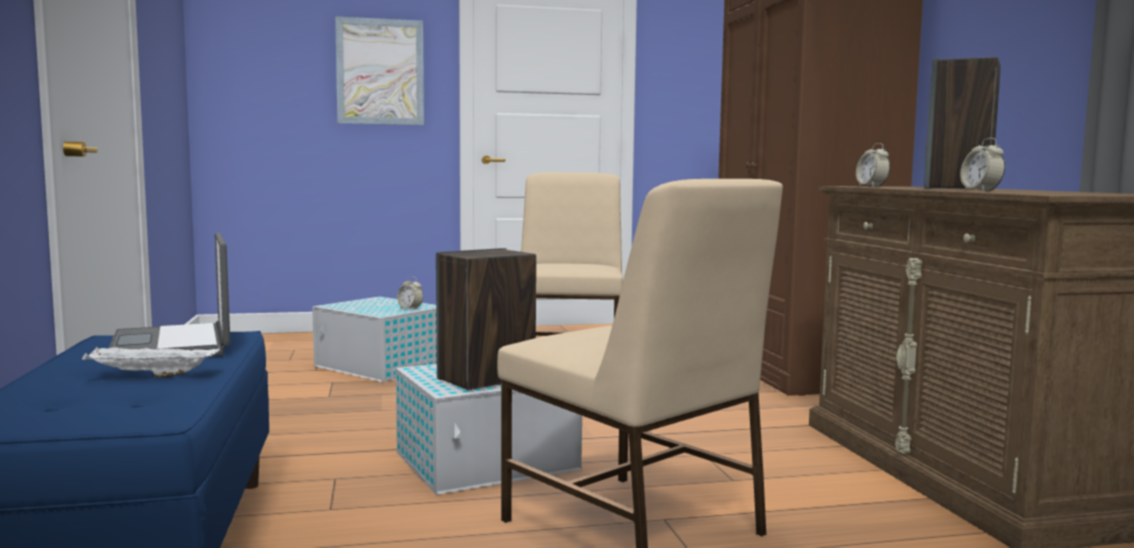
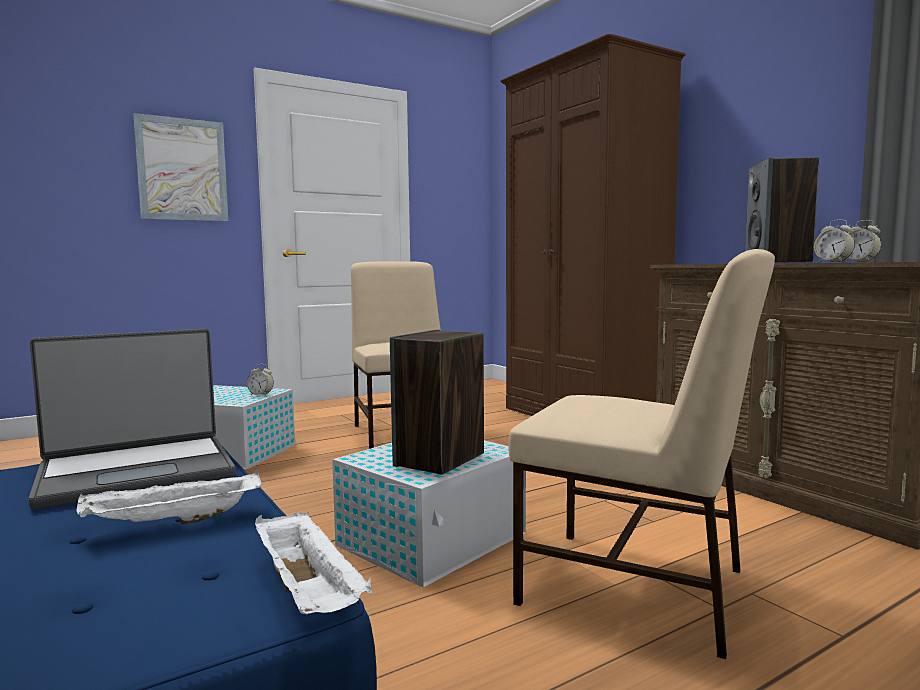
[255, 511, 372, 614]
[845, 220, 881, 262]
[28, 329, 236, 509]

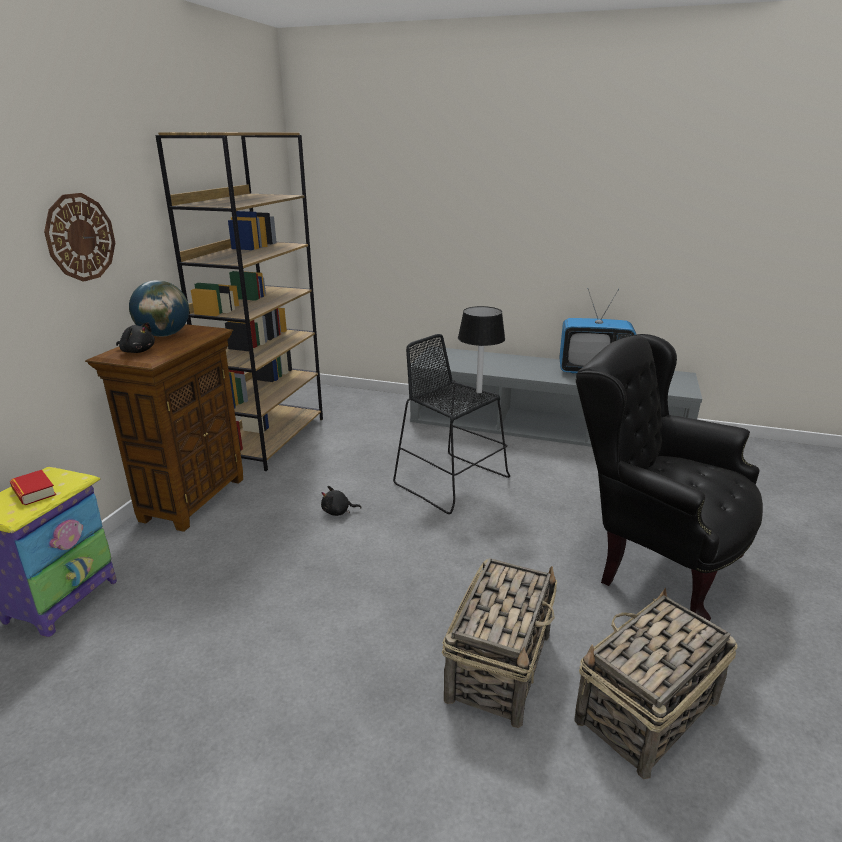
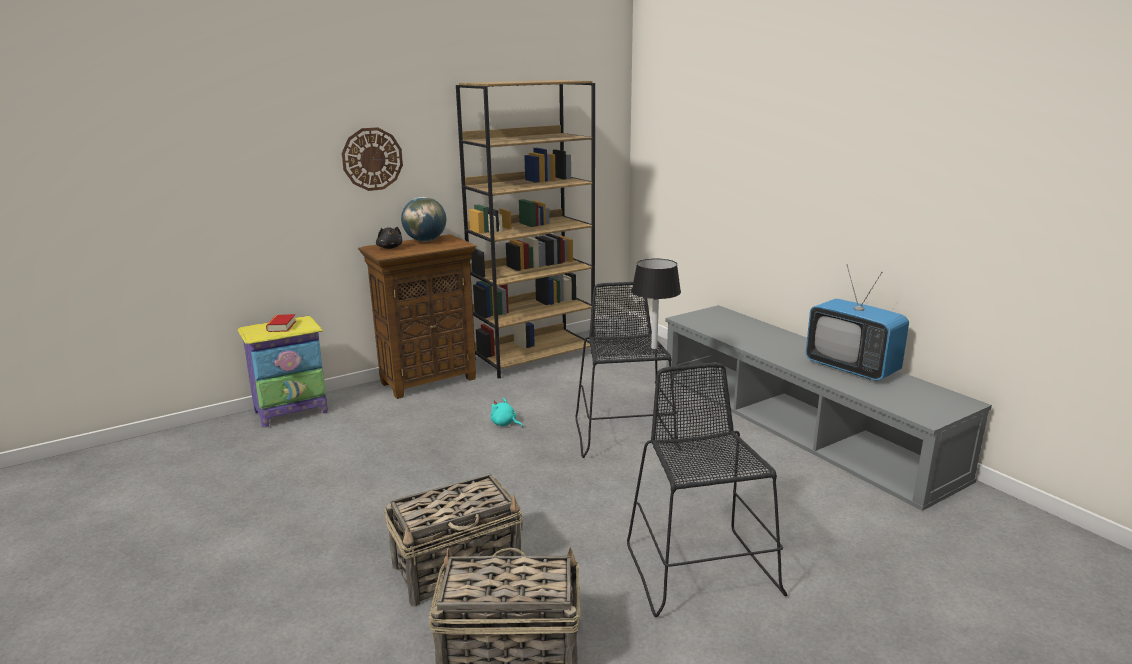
[627, 363, 787, 617]
[490, 398, 523, 427]

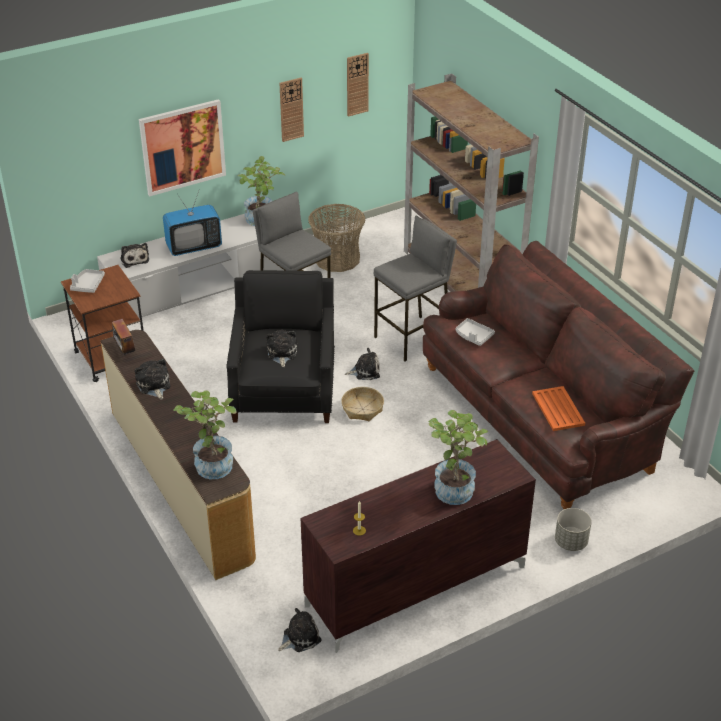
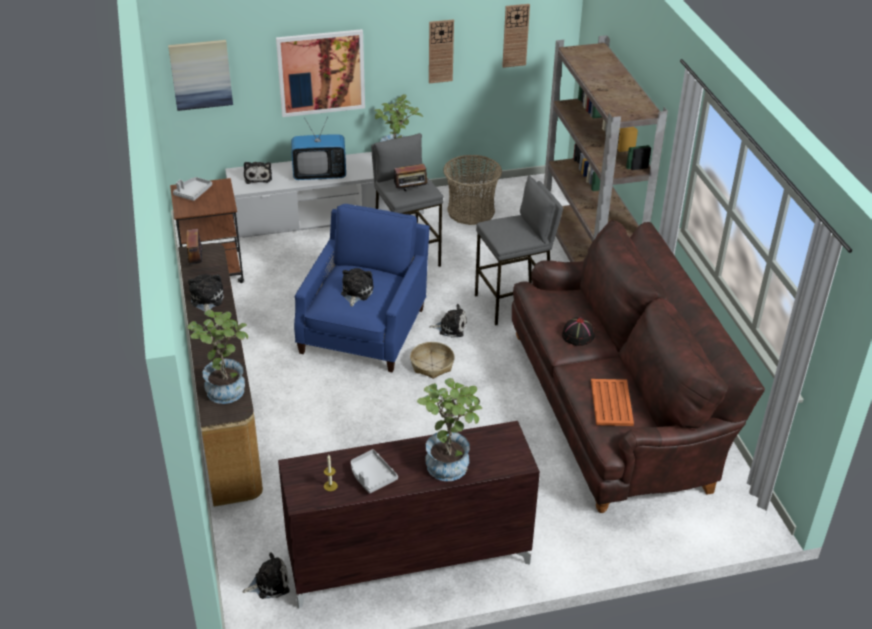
[555, 508, 592, 551] (first image)
[168, 40, 233, 111]
[394, 164, 429, 191]
[562, 317, 595, 346]
[351, 449, 398, 493]
[294, 204, 430, 373]

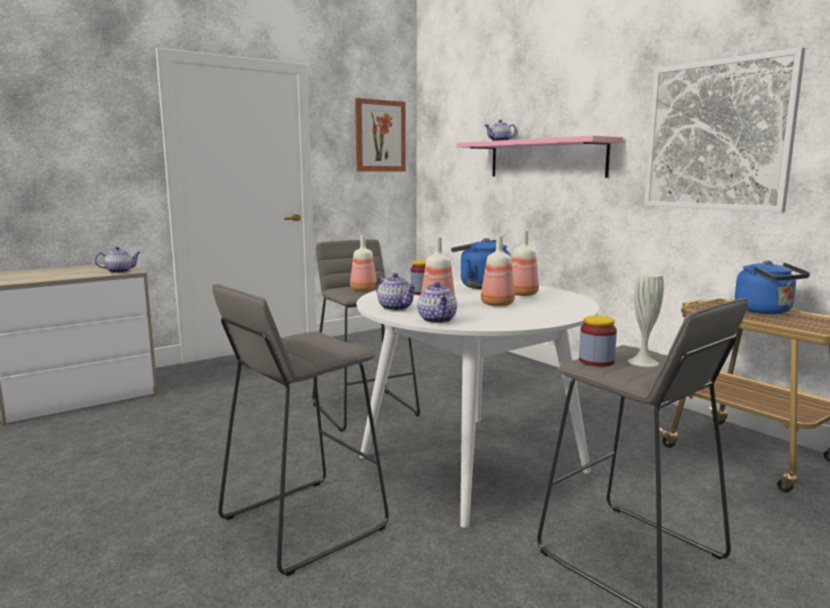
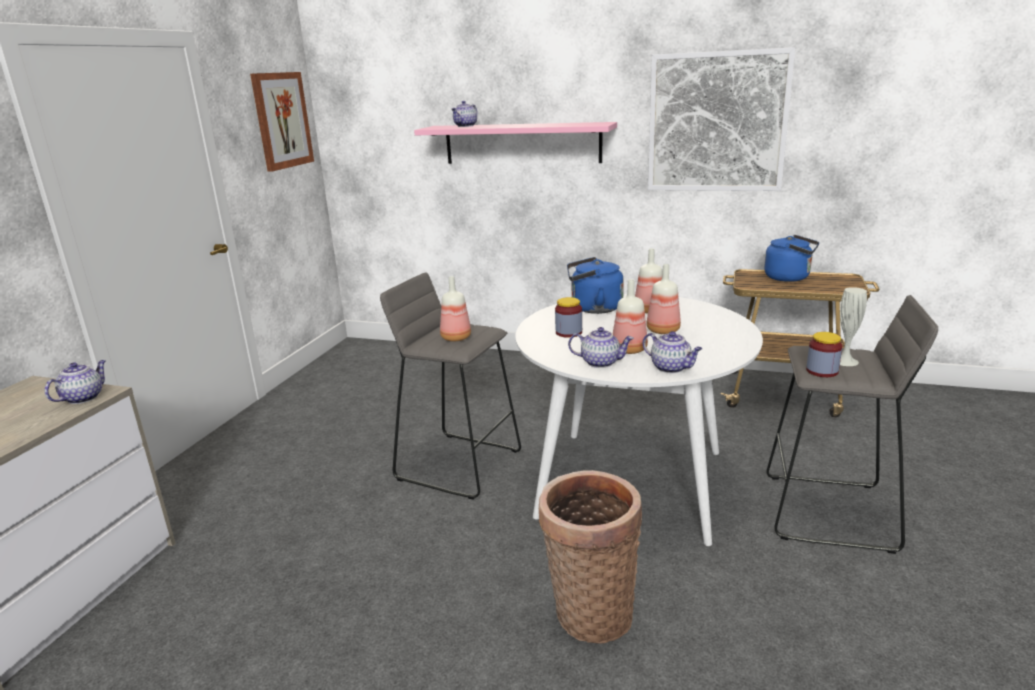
[539, 470, 642, 644]

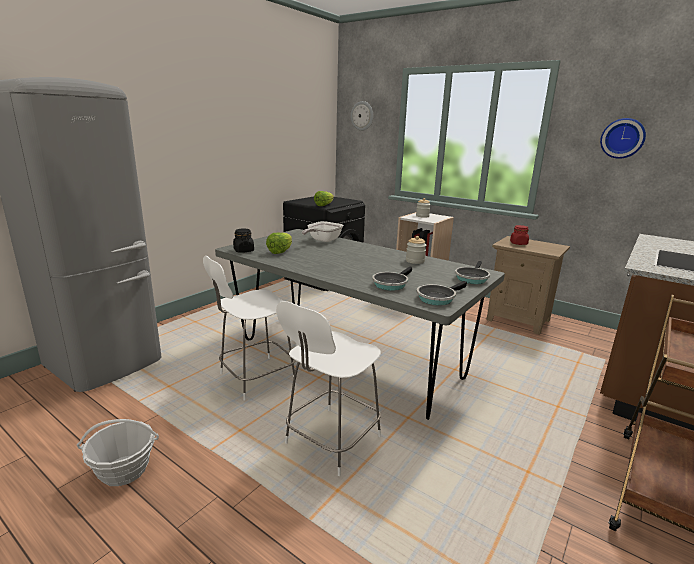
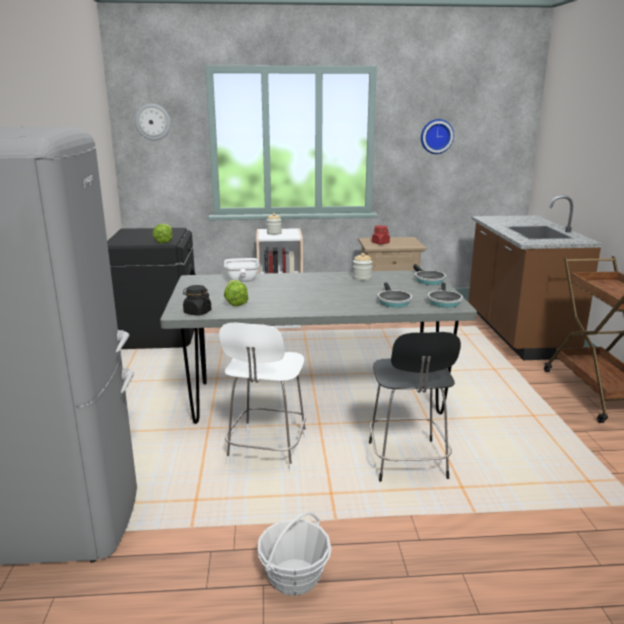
[369, 332, 461, 482]

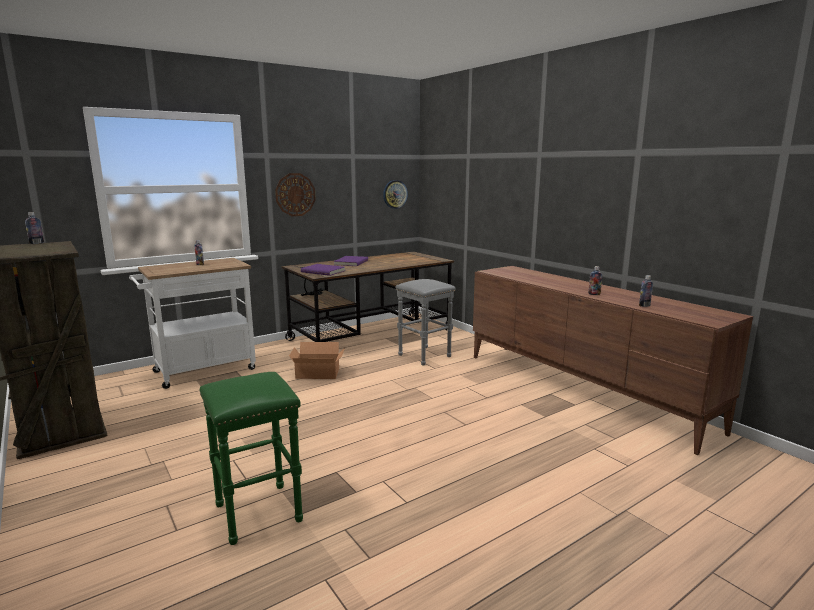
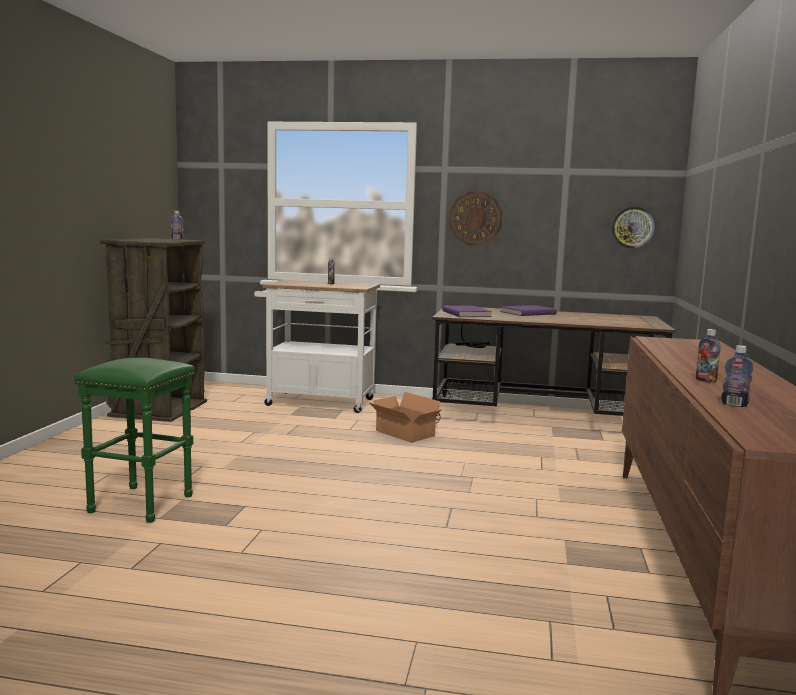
[395, 279, 455, 366] (first image)

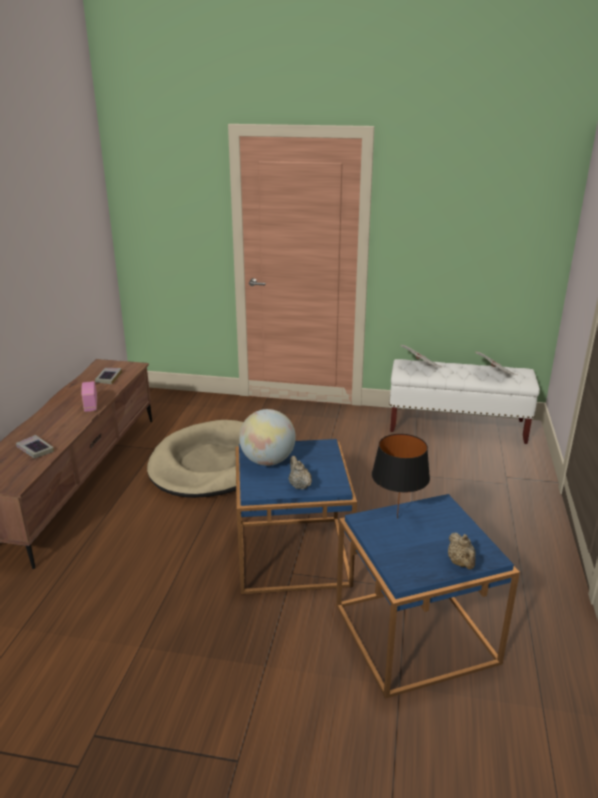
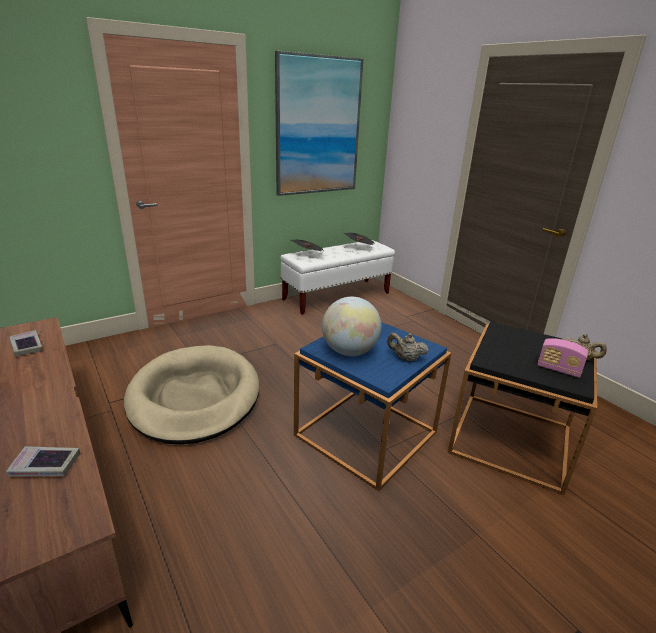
[372, 434, 430, 519] (first image)
[275, 51, 363, 196]
[537, 338, 588, 378]
[448, 322, 597, 495]

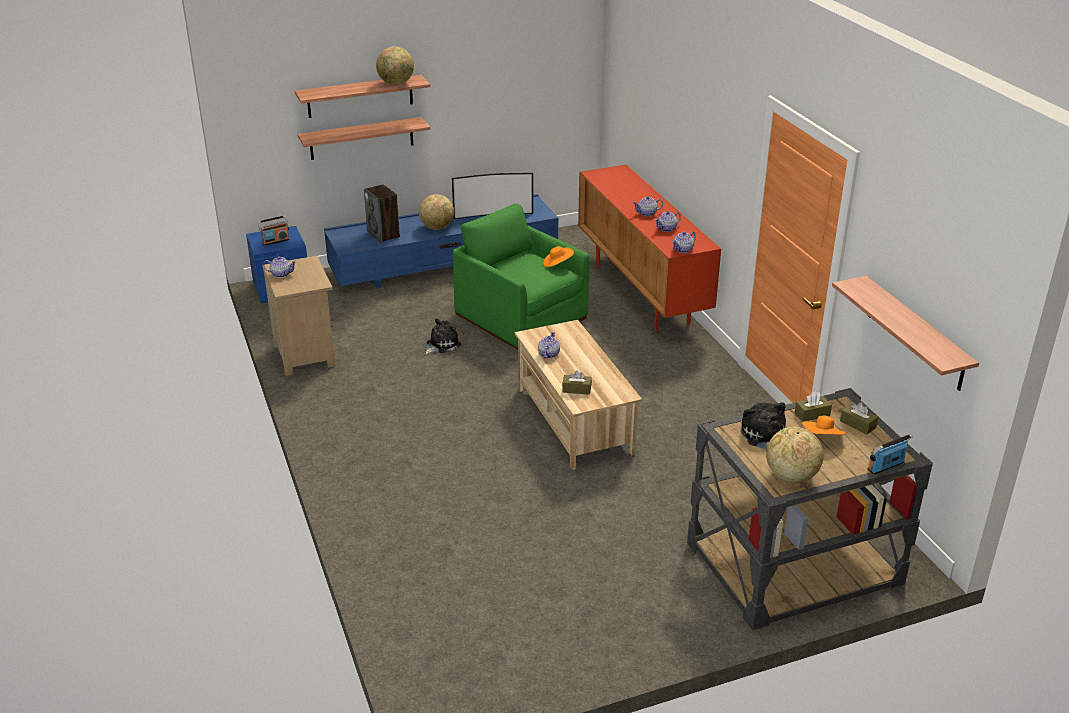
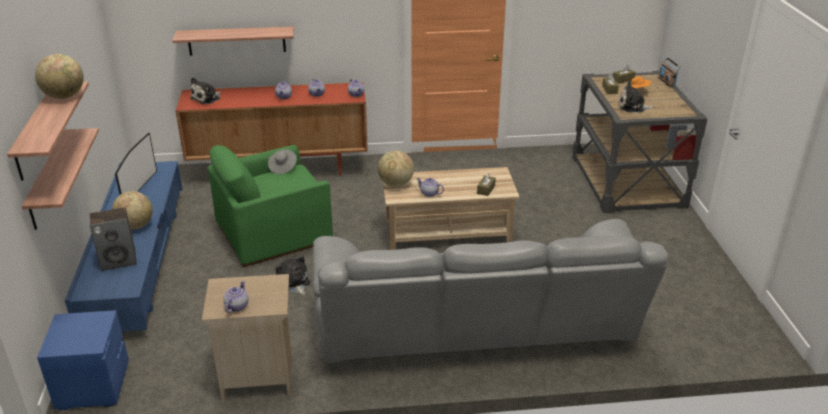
[258, 216, 290, 246] (first image)
[190, 77, 221, 104]
[313, 219, 668, 363]
[378, 151, 414, 187]
[172, 26, 294, 56]
[268, 149, 297, 174]

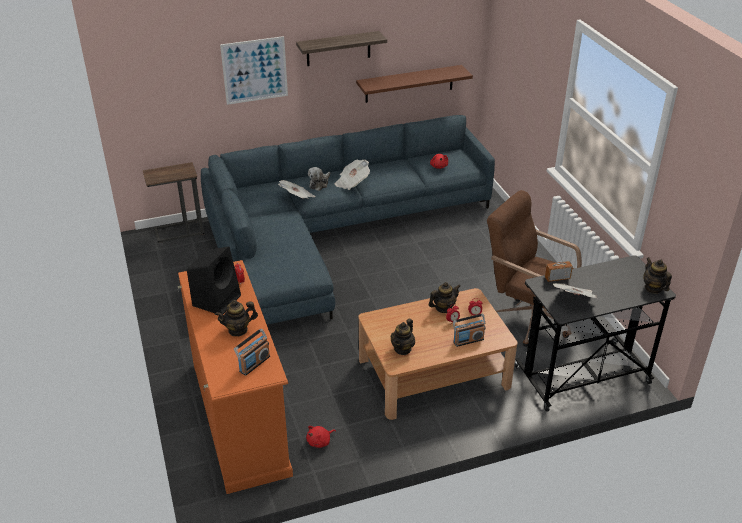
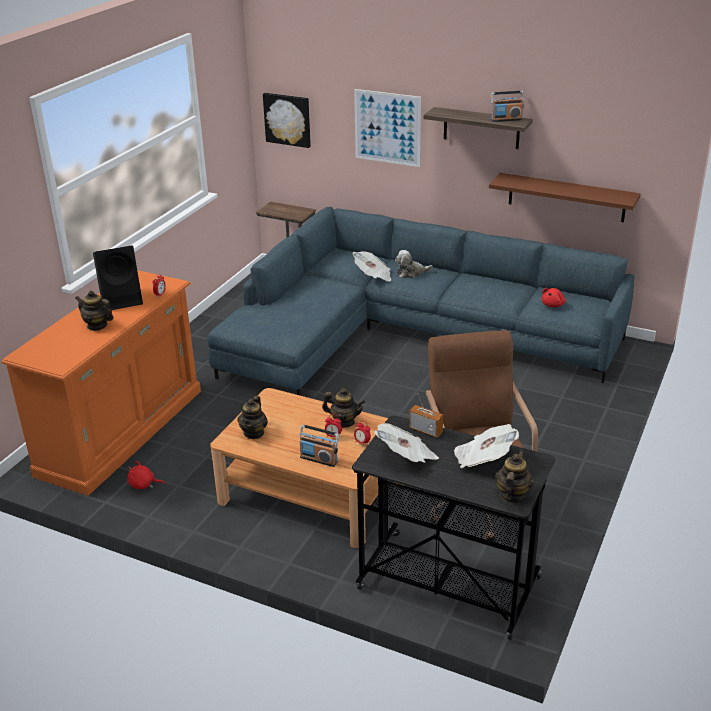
[263, 93, 311, 148]
[491, 91, 524, 122]
[454, 424, 519, 468]
[237, 396, 268, 439]

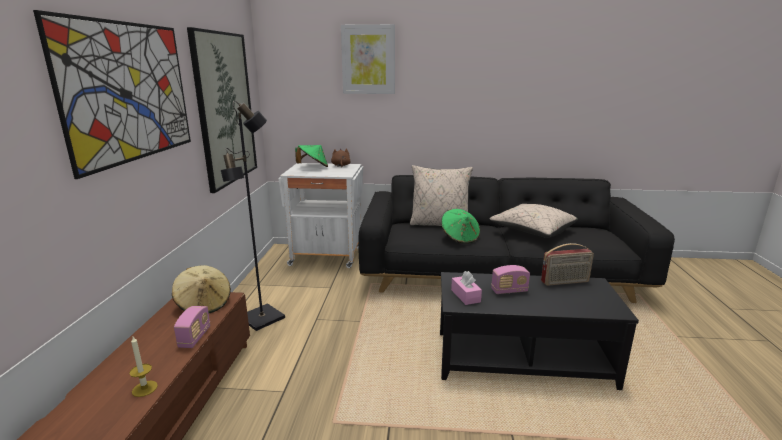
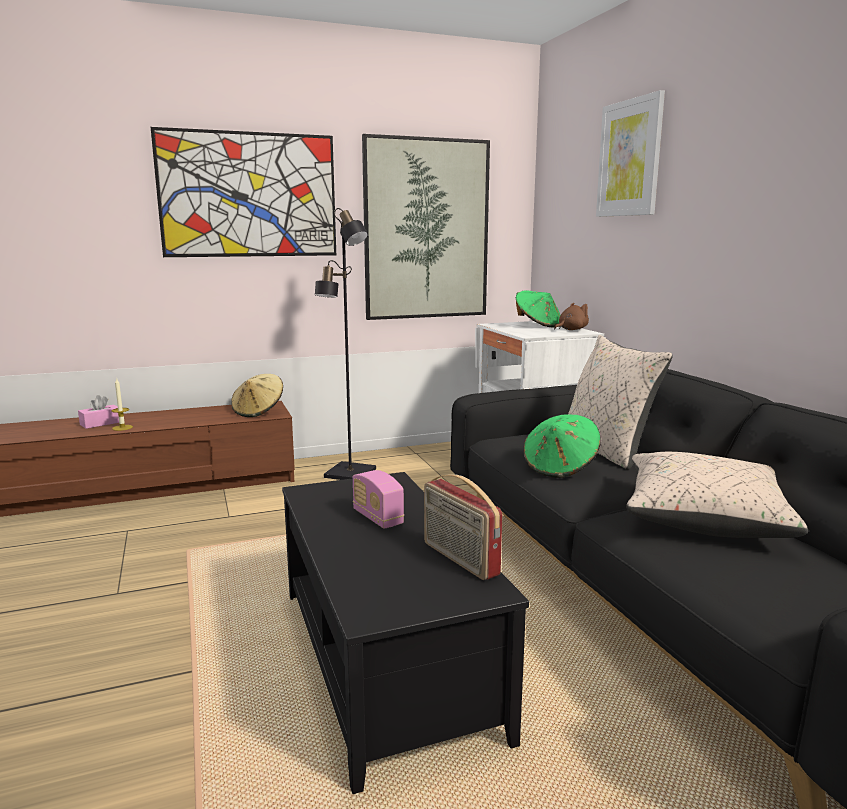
[174, 306, 210, 348] (first image)
[78, 395, 119, 429]

